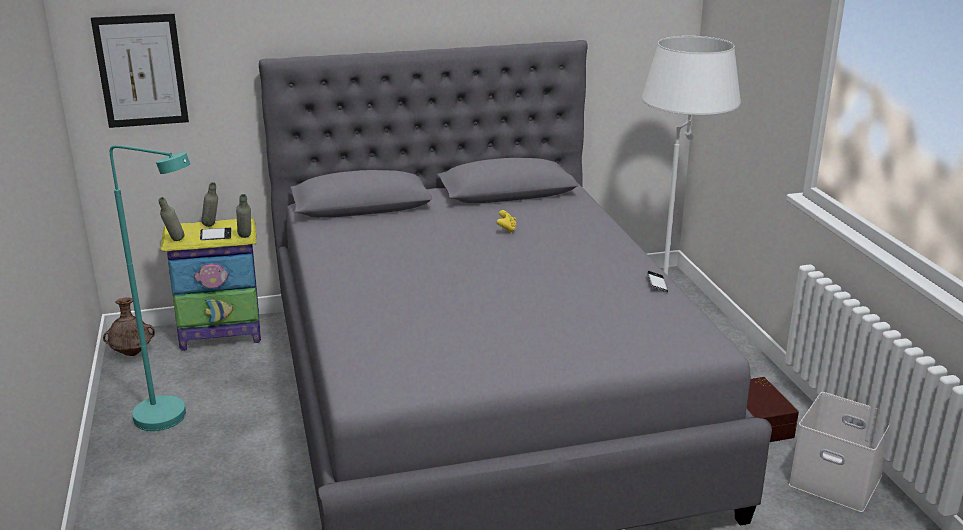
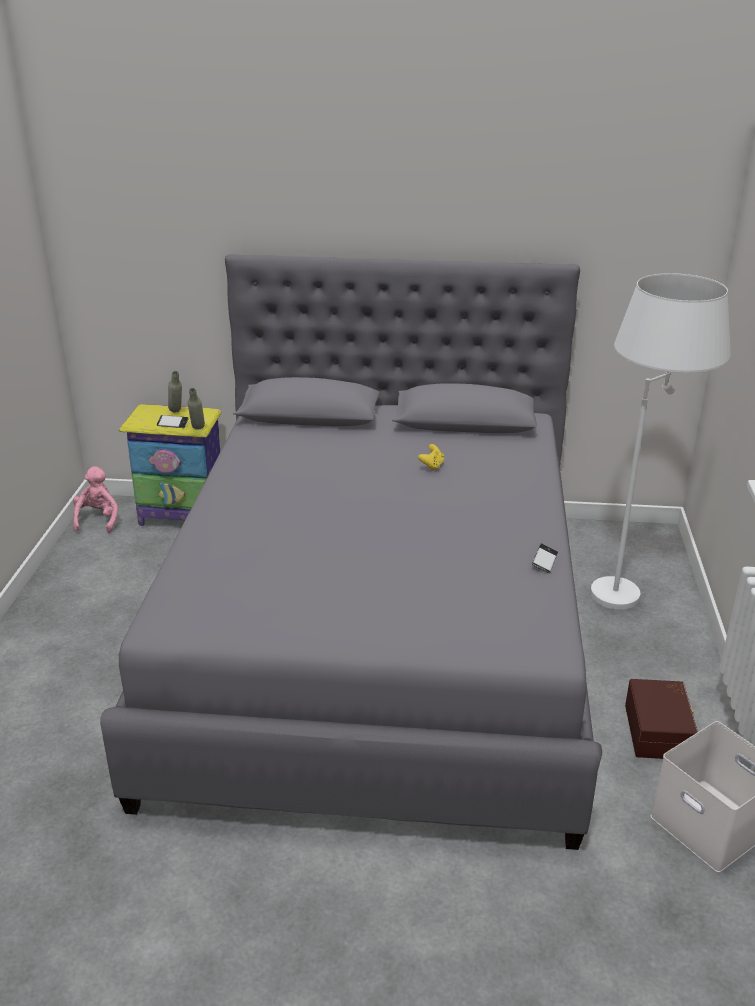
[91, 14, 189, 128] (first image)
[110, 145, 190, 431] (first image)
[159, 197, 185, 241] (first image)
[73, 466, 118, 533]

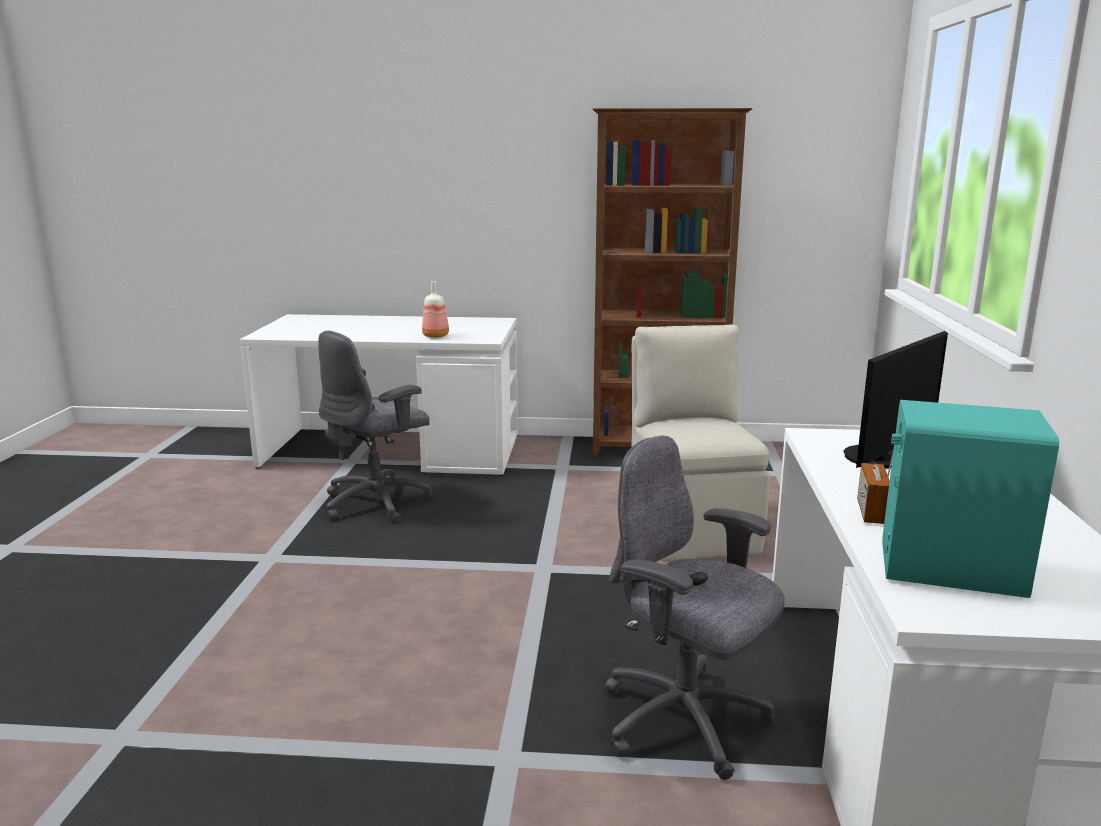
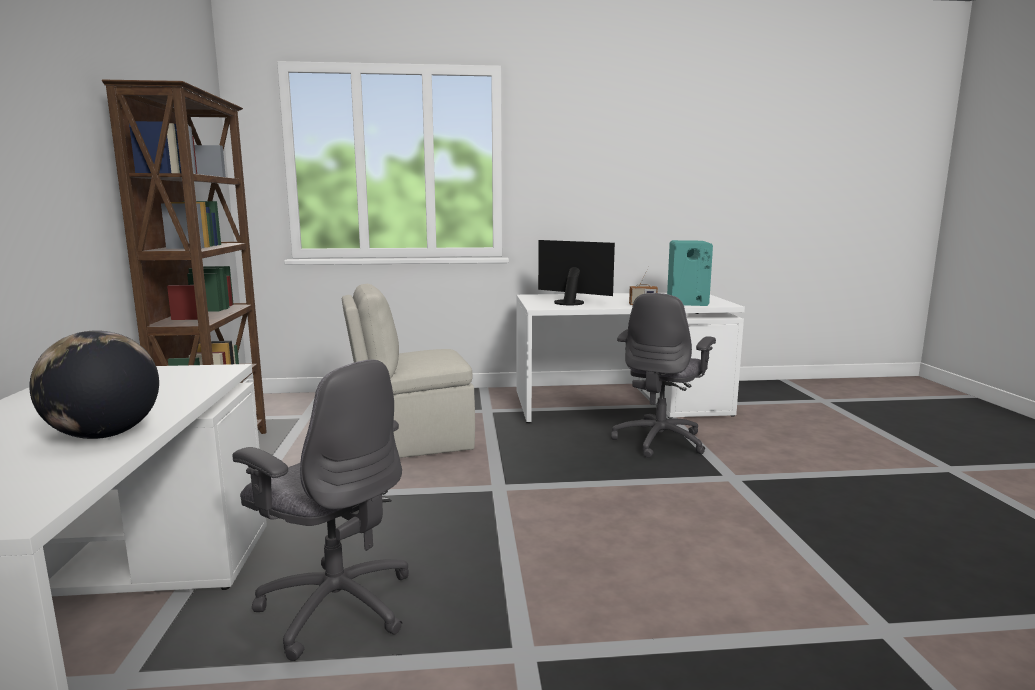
[422, 281, 449, 338] (first image)
[29, 330, 159, 439]

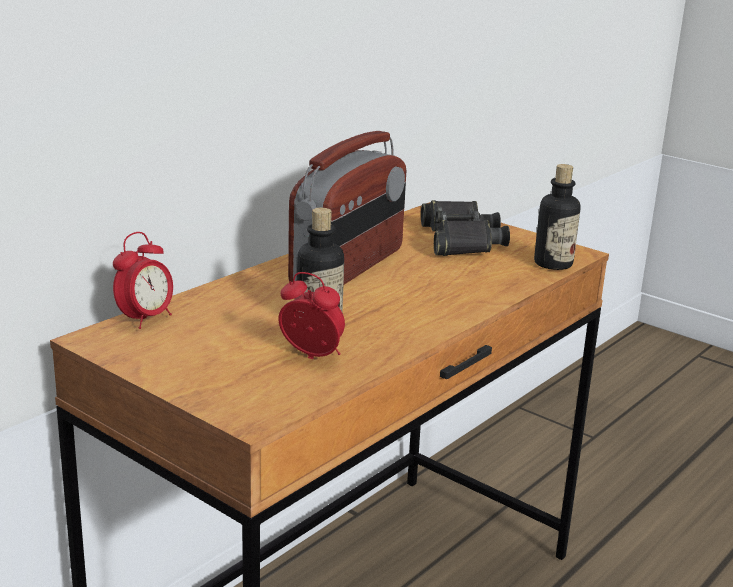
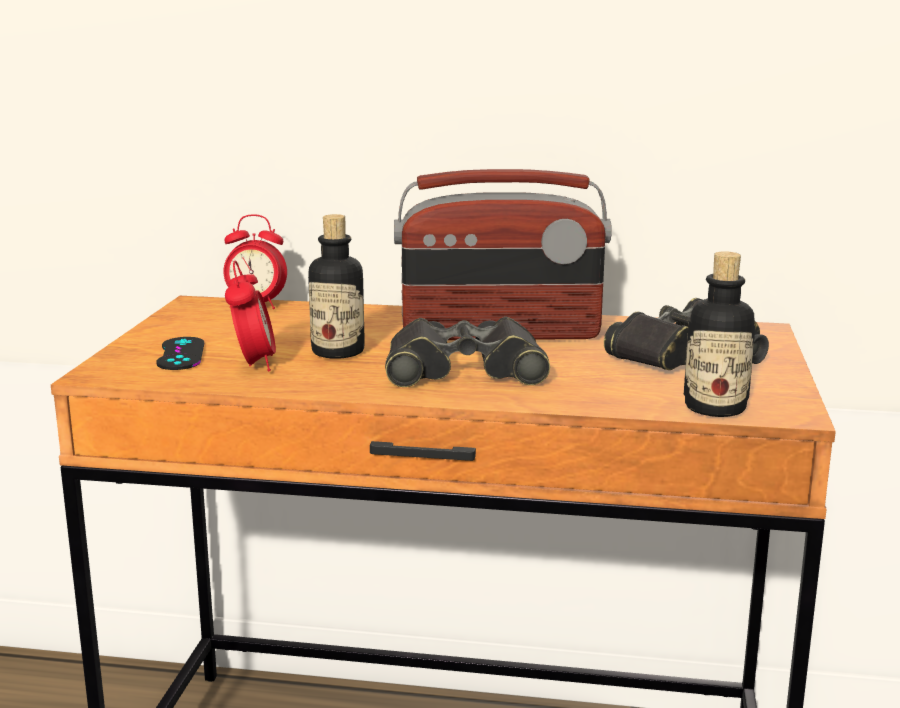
[156, 337, 204, 370]
[385, 317, 550, 387]

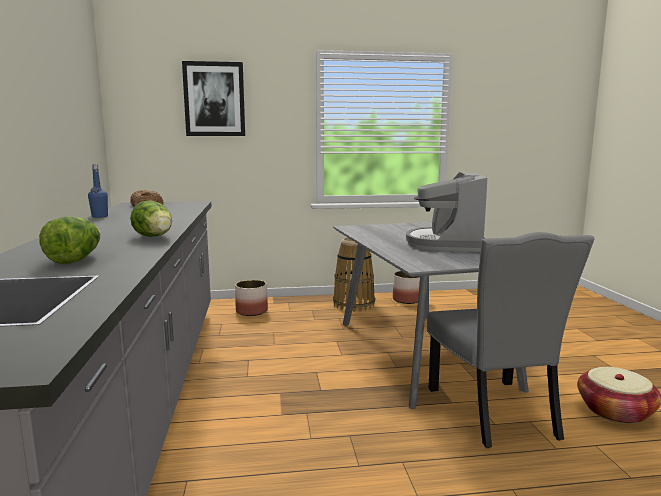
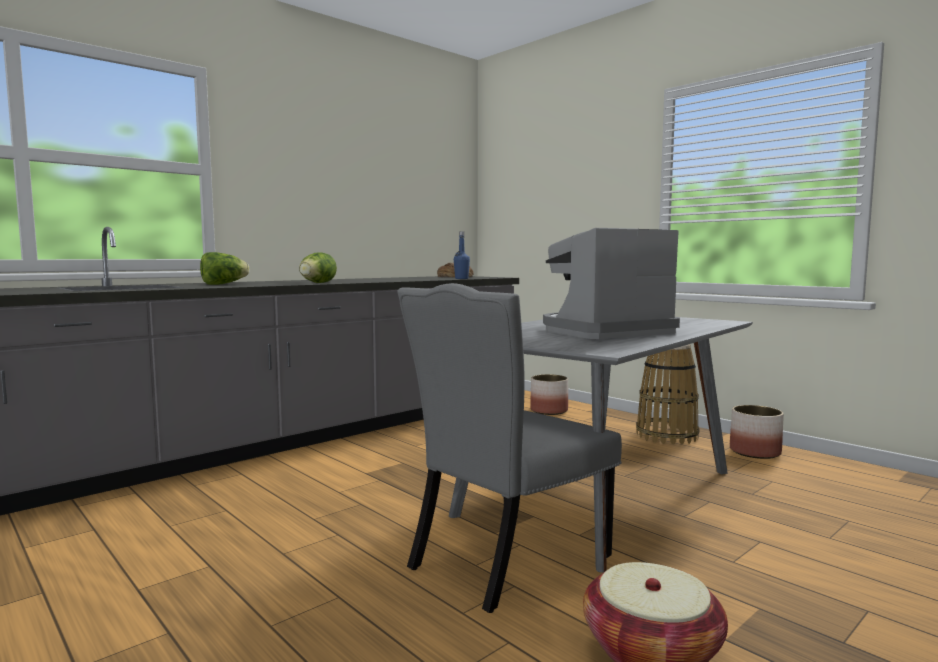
[182, 61, 245, 136] (first image)
[454, 231, 470, 279]

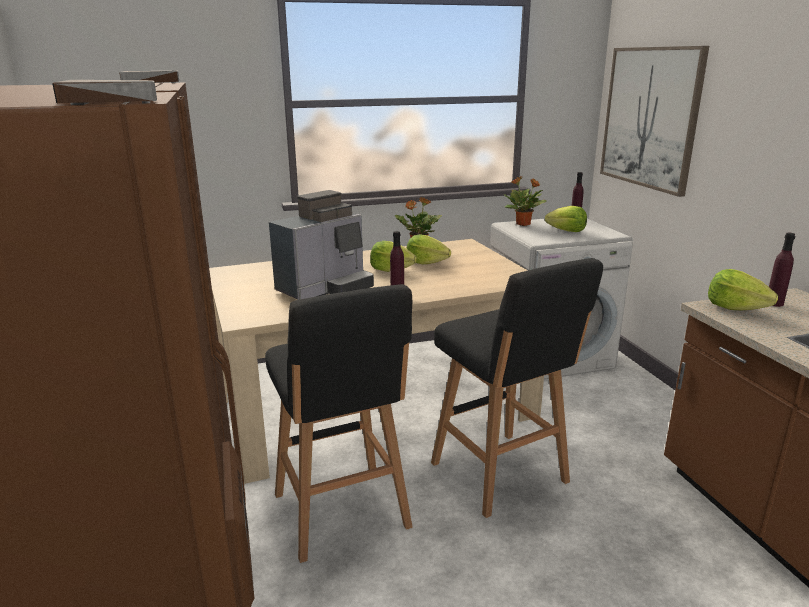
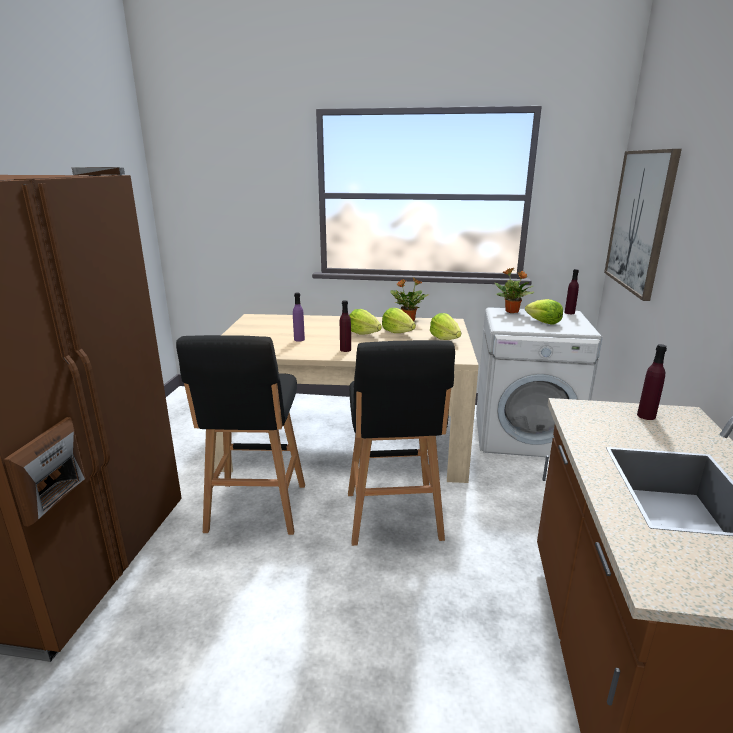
[430, 313, 461, 340]
[293, 292, 305, 342]

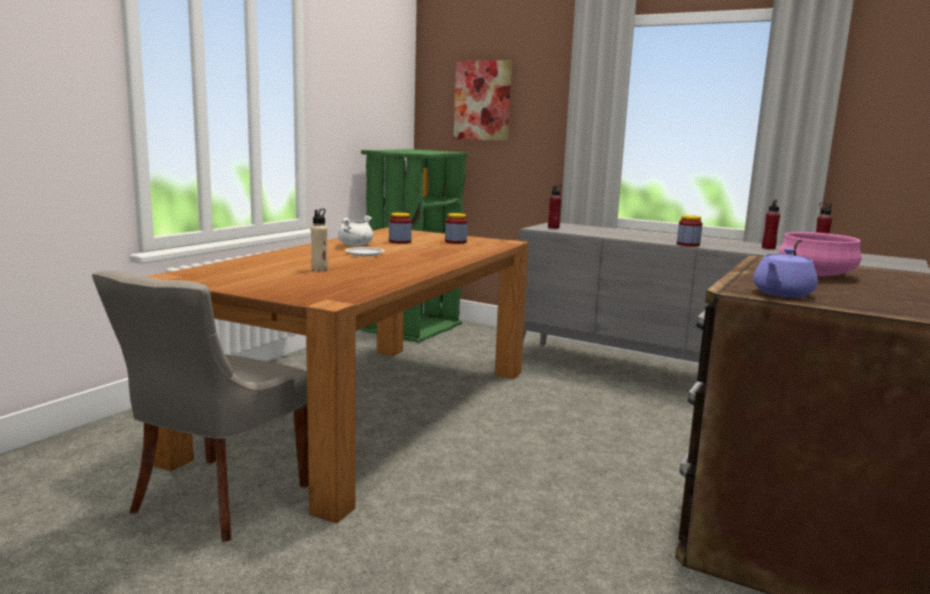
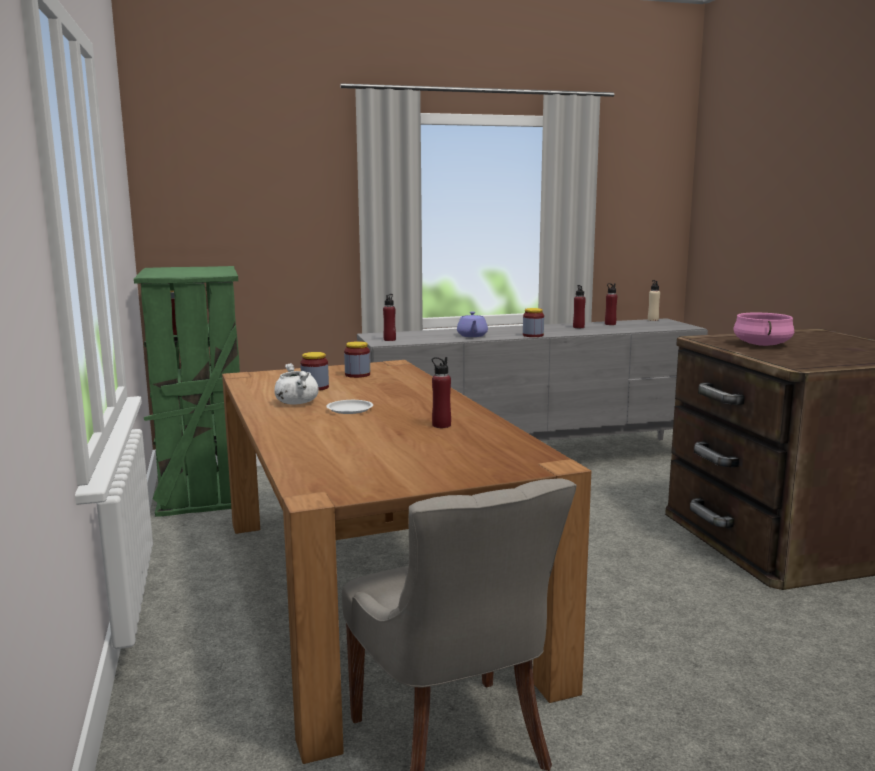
[454, 60, 512, 141] (first image)
[432, 357, 451, 428]
[648, 280, 660, 321]
[457, 312, 488, 337]

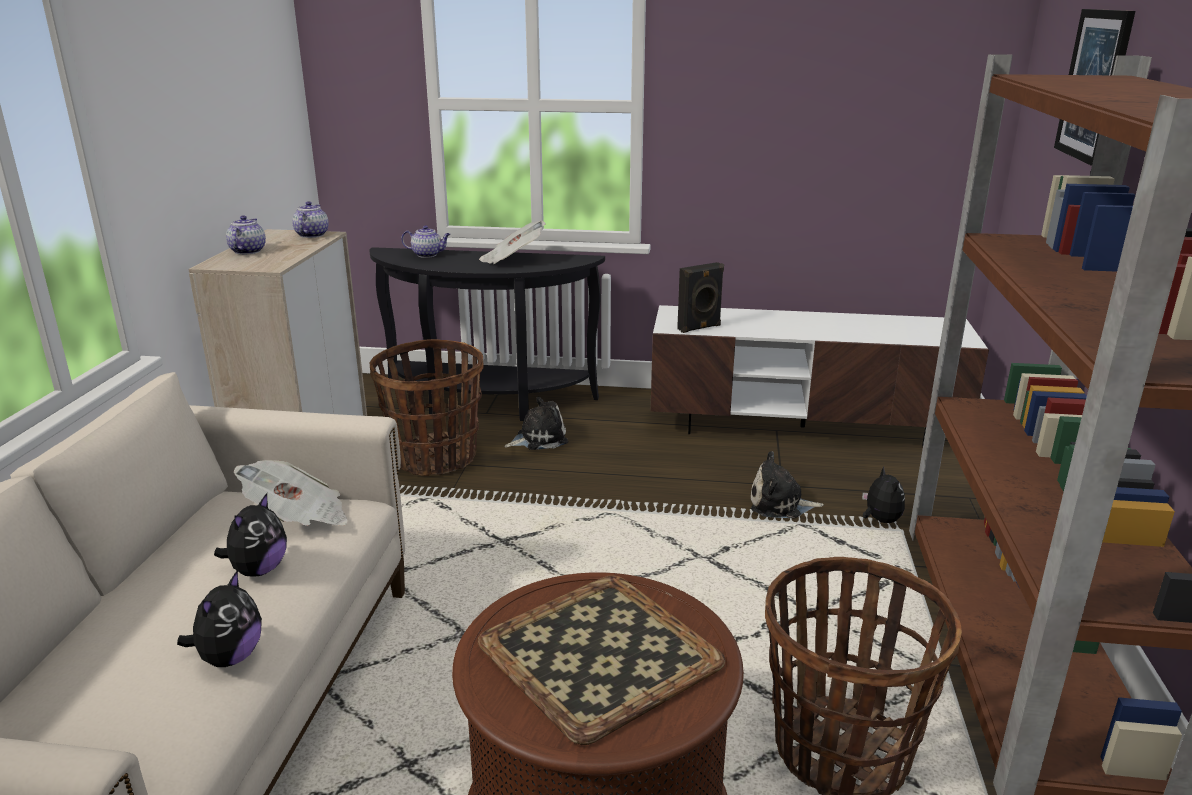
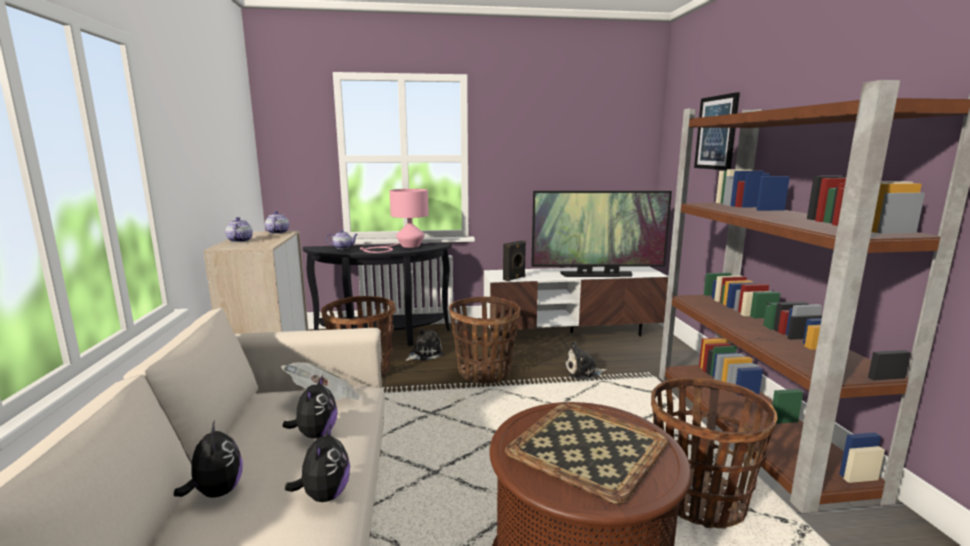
[449, 297, 520, 384]
[531, 191, 672, 277]
[174, 420, 243, 498]
[360, 189, 429, 253]

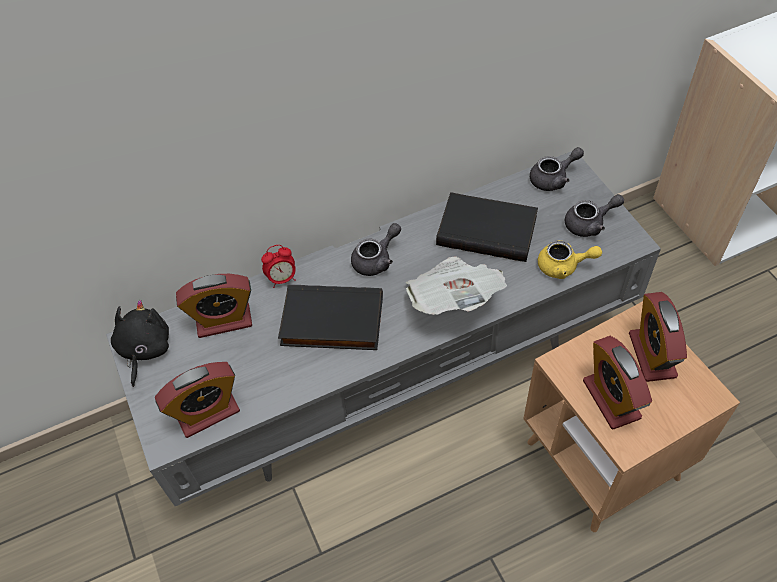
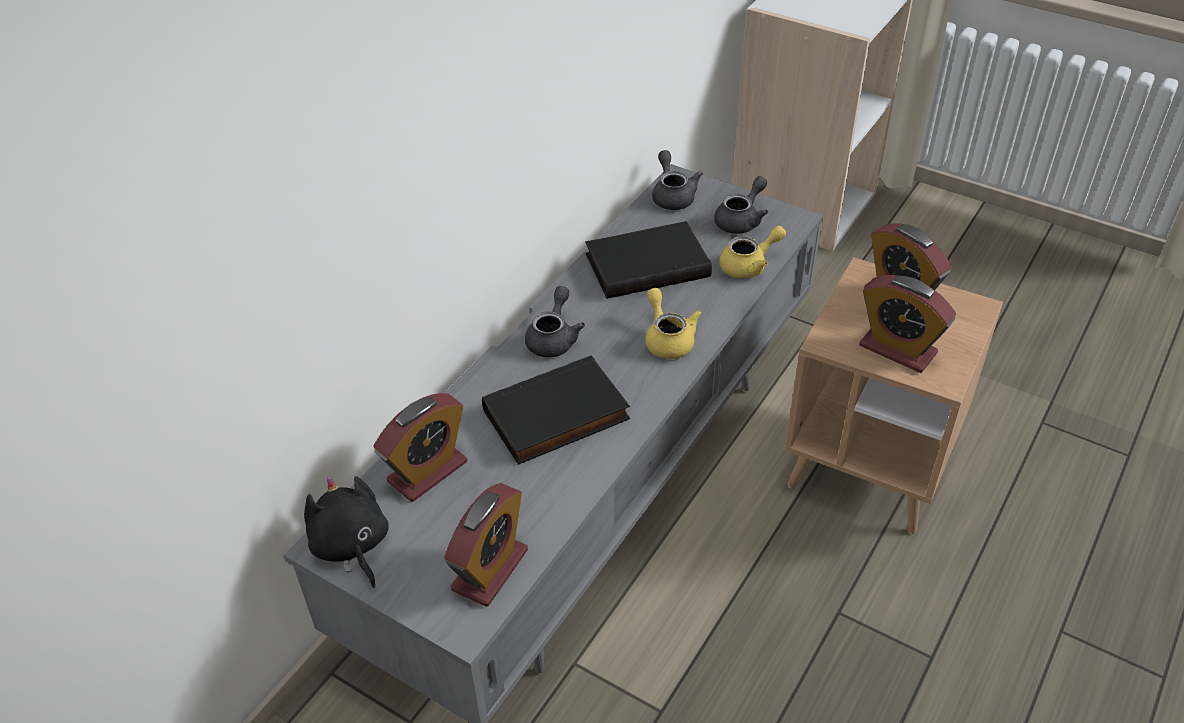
[261, 245, 296, 288] (first image)
[646, 288, 701, 359]
[652, 150, 703, 210]

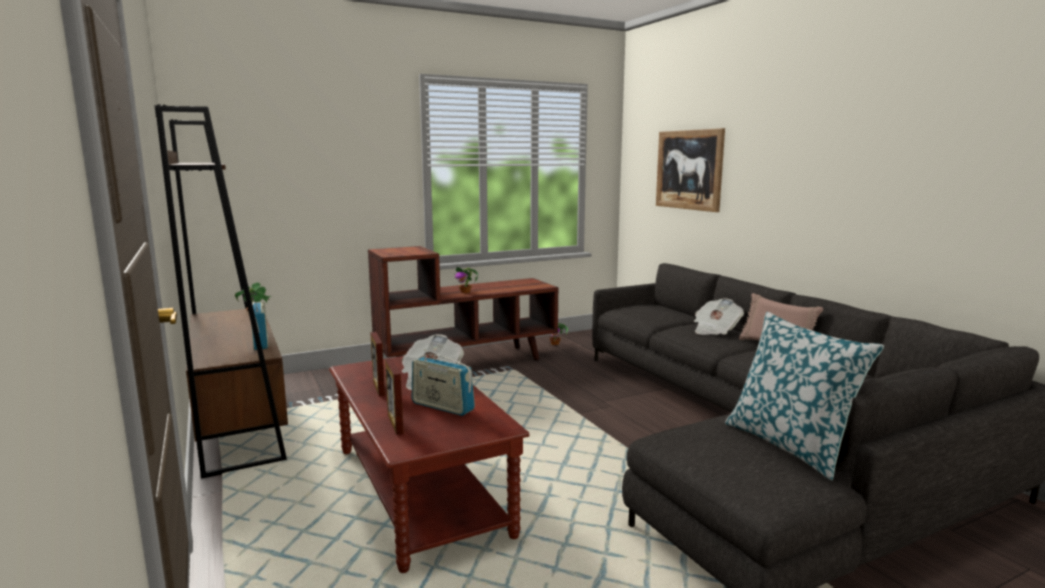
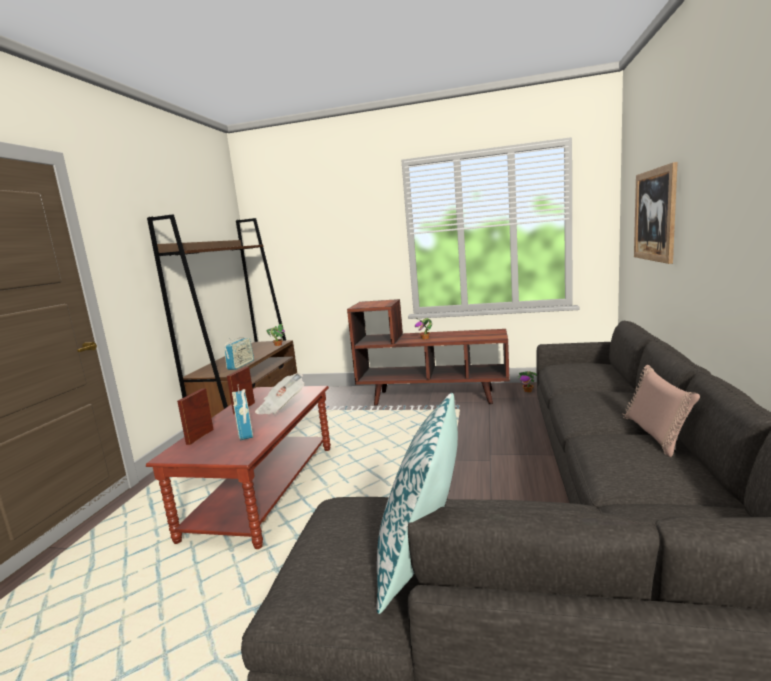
[694, 298, 744, 335] (first image)

